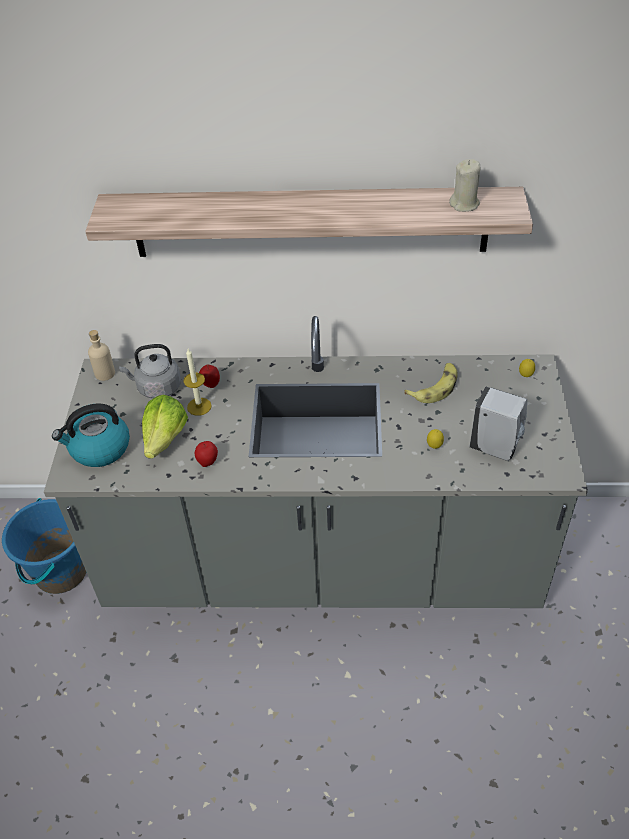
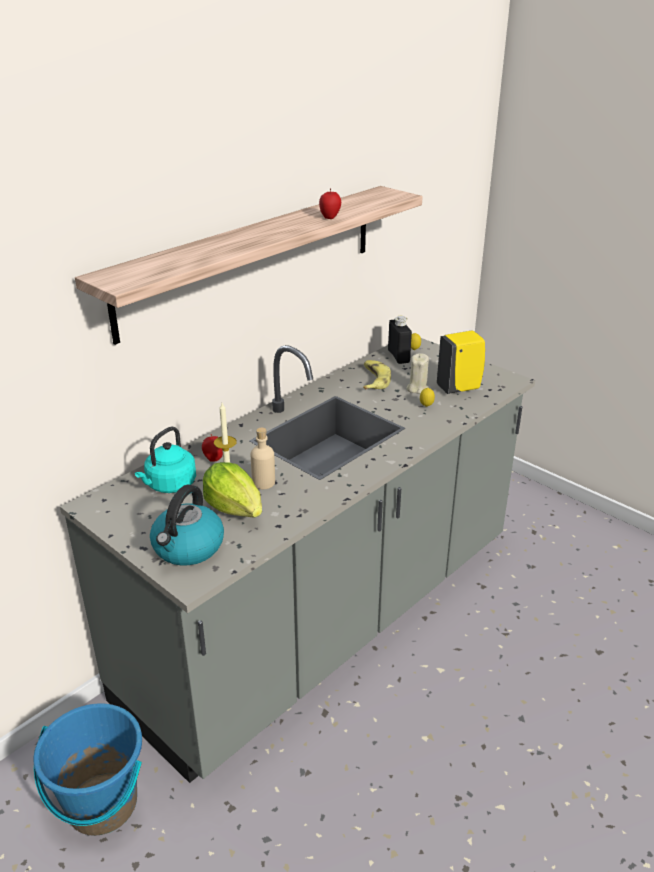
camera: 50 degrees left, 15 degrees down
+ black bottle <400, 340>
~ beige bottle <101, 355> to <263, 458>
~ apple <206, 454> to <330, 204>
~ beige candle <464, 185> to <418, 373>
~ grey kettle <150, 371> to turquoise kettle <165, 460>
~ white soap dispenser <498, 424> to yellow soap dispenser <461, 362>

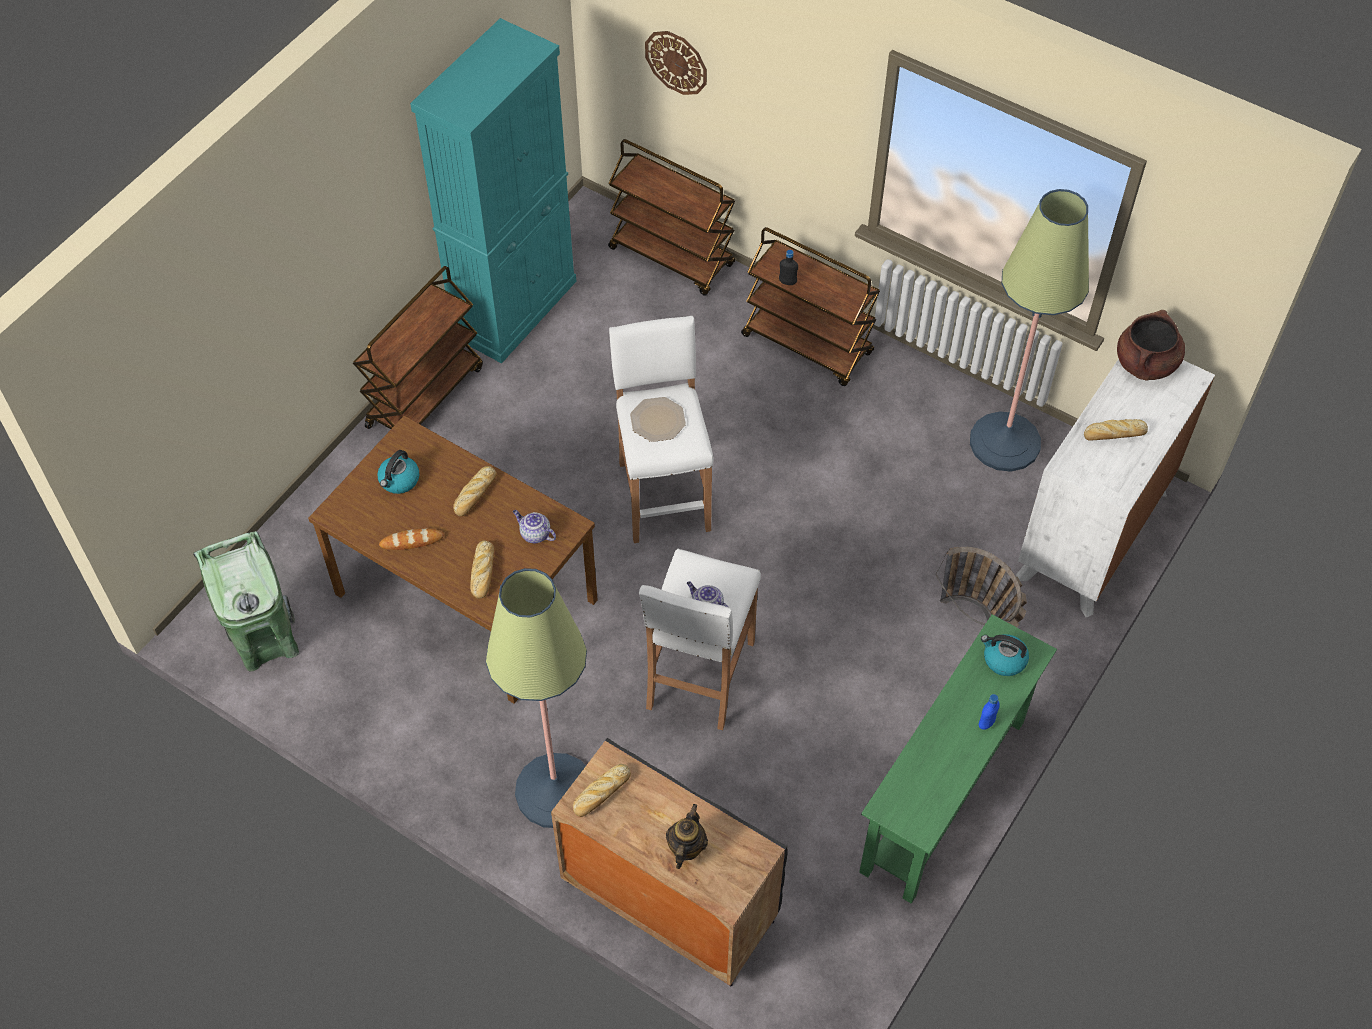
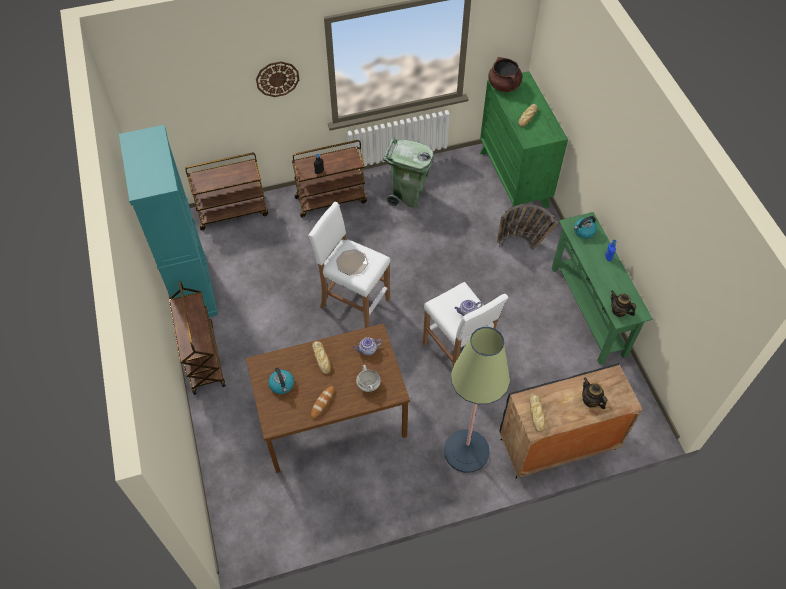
camera: 50 degrees left, 0 degrees up
- floor lamp <1029, 330>
+ teapot <623, 303>
~ green trash can <246, 601> to <408, 172>
~ wall clock <676, 63> to <277, 79>
~ bread <482, 569> to white cooking pot <368, 378>
~ white dresser <1115, 488> to green dresser <524, 139>

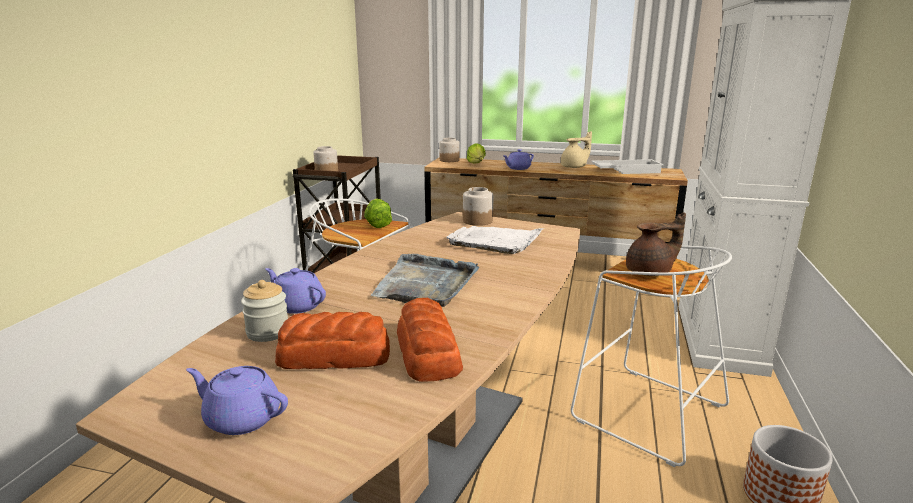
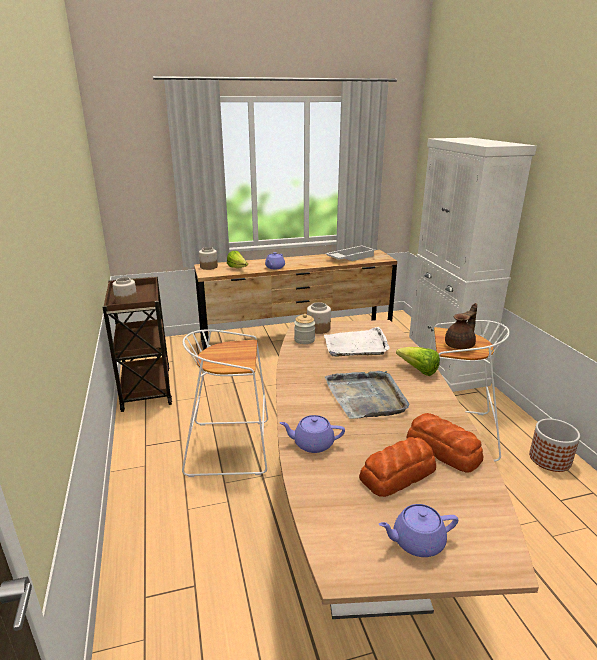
camera: 30 degrees left, 5 degrees up
- beige teapot <576, 149>
~ jar <264, 311> to <304, 329>
~ lettuce <378, 213> to <418, 361>

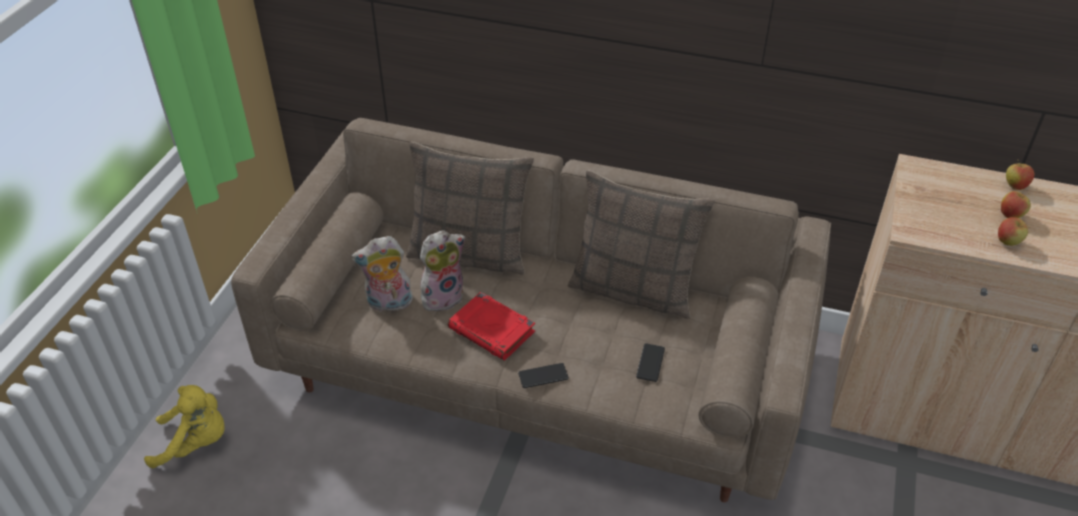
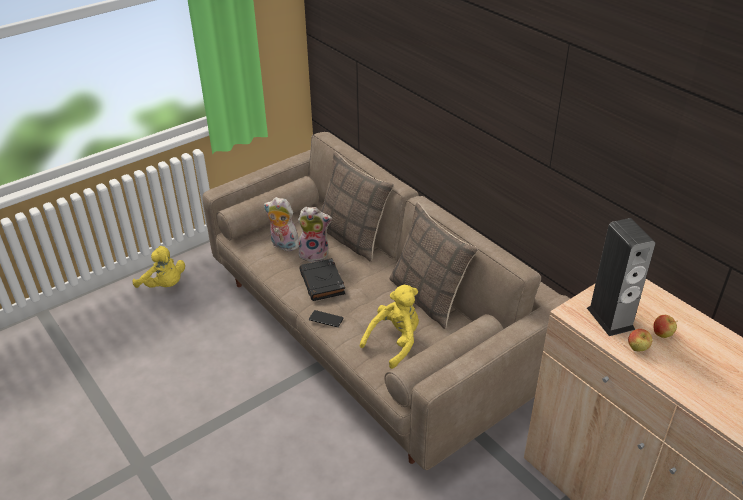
camera: 35 degrees right, 5 degrees down
- apple <1020, 175>
+ speaker <621, 277>
~ phone <650, 362> to yellow plush toy <389, 327>
~ red book <491, 326> to black book <322, 279>

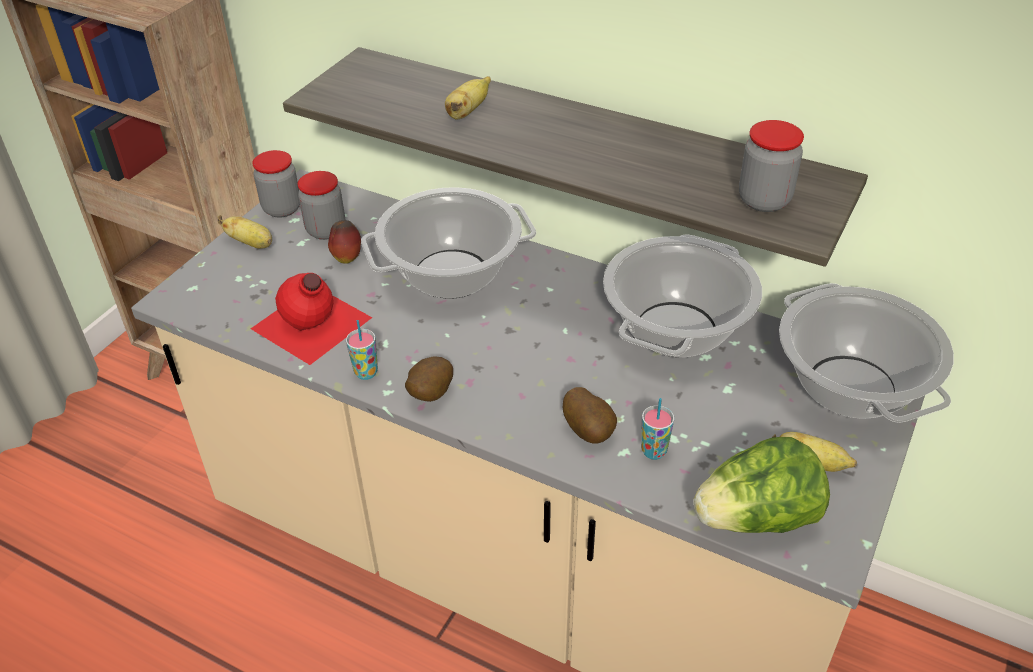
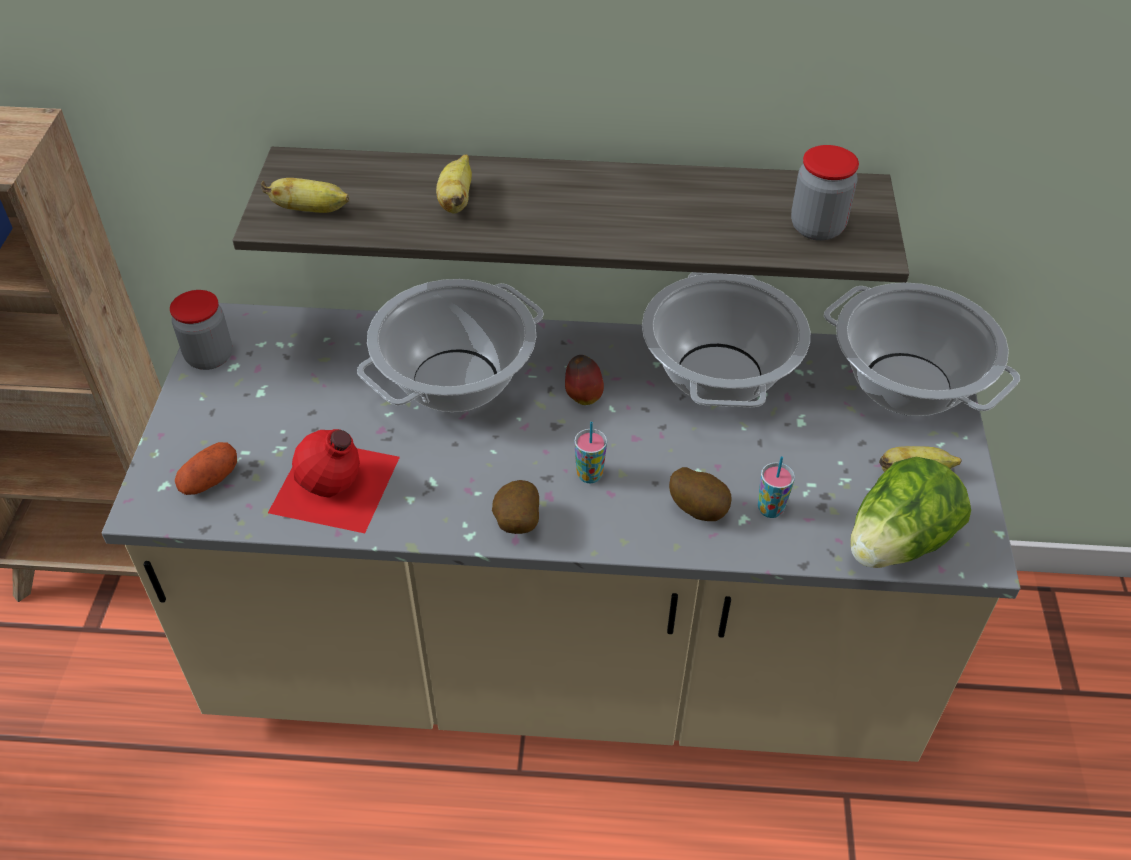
camera: 25 degrees left, 5 degrees up
- jar <321, 205>
+ potato <206, 468>
~ banana <244, 232> to <305, 195>
~ apple <344, 242> to <584, 380>
~ cup <362, 350> to <590, 452>

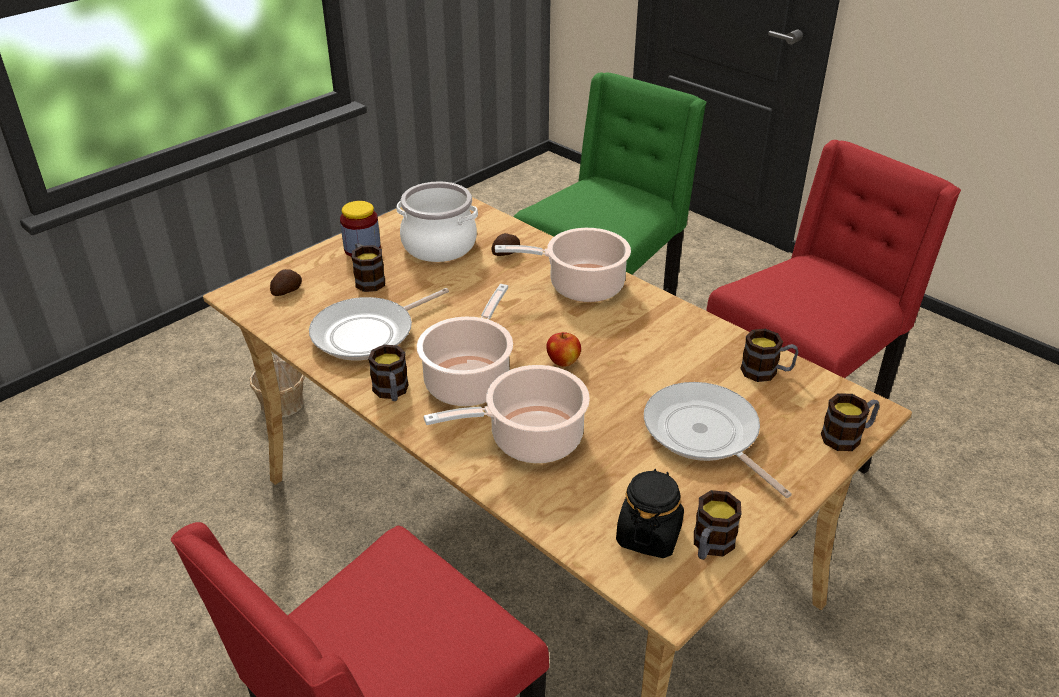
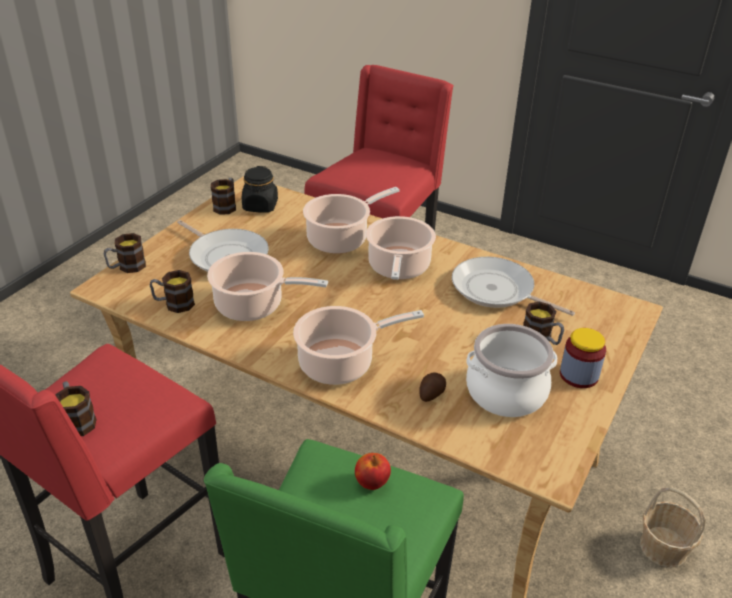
camera: 165 degrees right, 0 degrees up
- potato <286, 282>
+ cooking pot <267, 286>
~ mug <388, 373> to <76, 408>
~ apple <563, 349> to <373, 471>
~ frying pan <379, 324> = <513, 286> 90 degrees counterclockwise

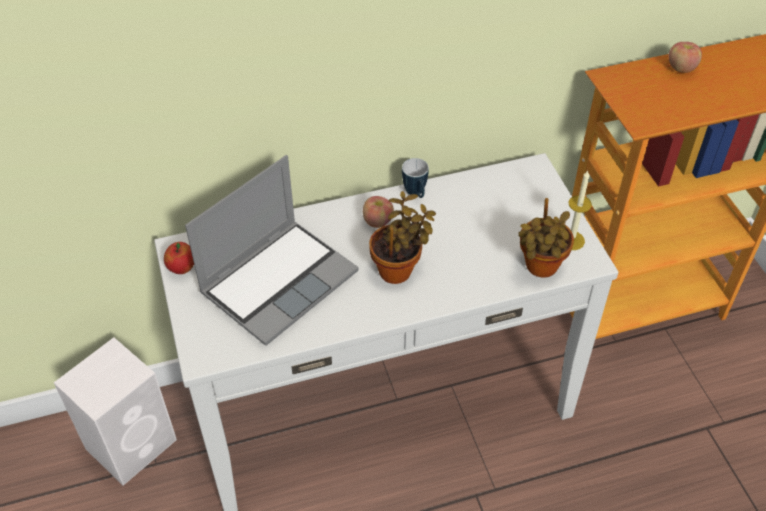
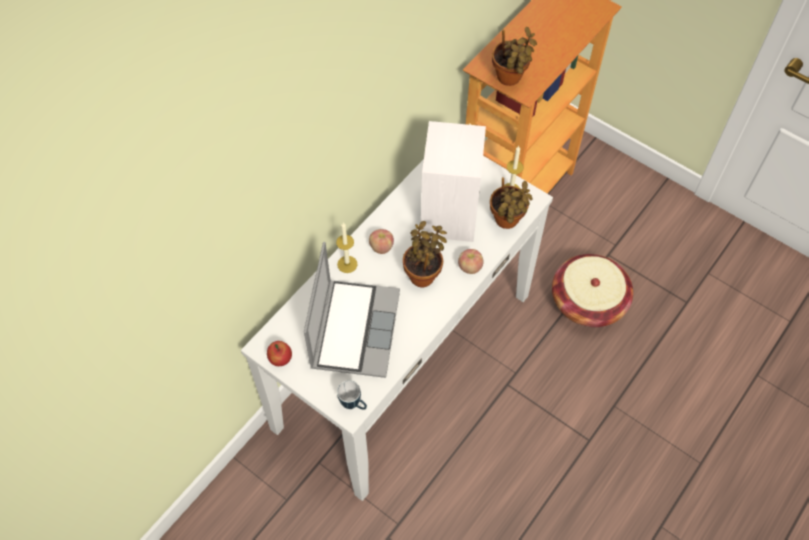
camera: 35 degrees left, 10 degrees up
+ candle <347, 248>
+ potted plant <514, 56>
+ basket <592, 290>
~ white speaker <115, 411> to <453, 181>
~ mug <415, 178> to <352, 395>
~ apple <685, 57> to <470, 261>

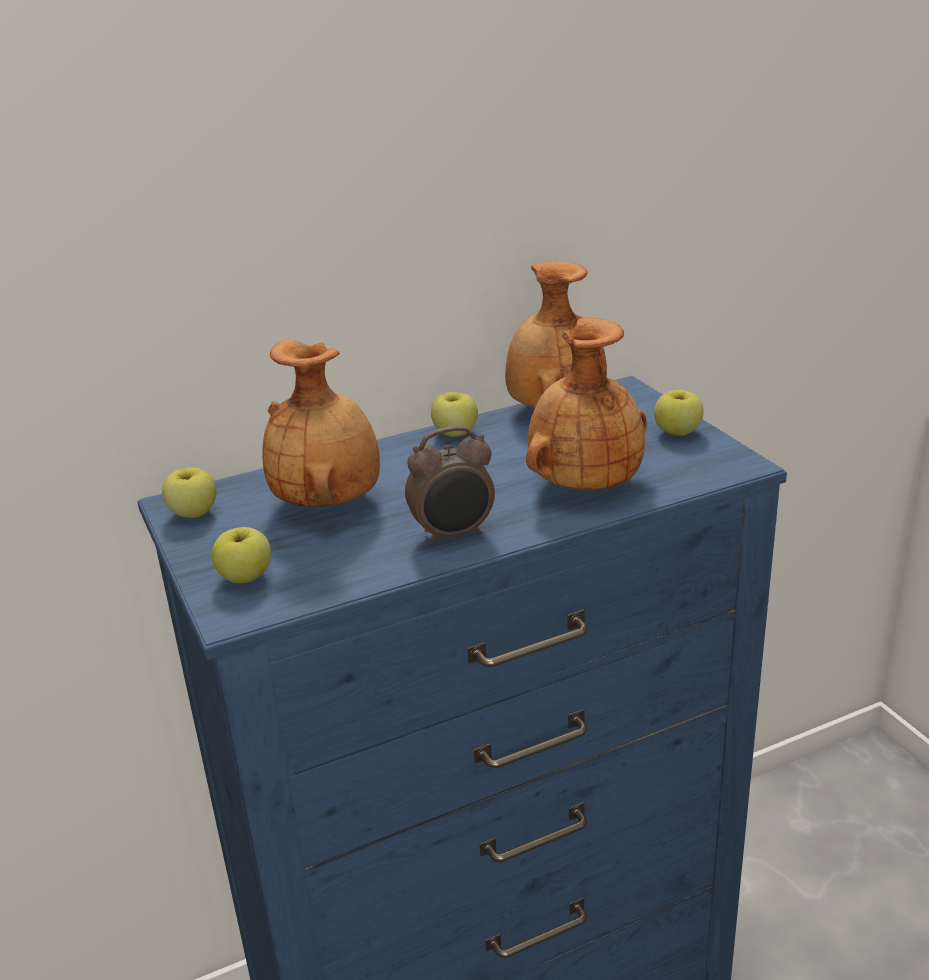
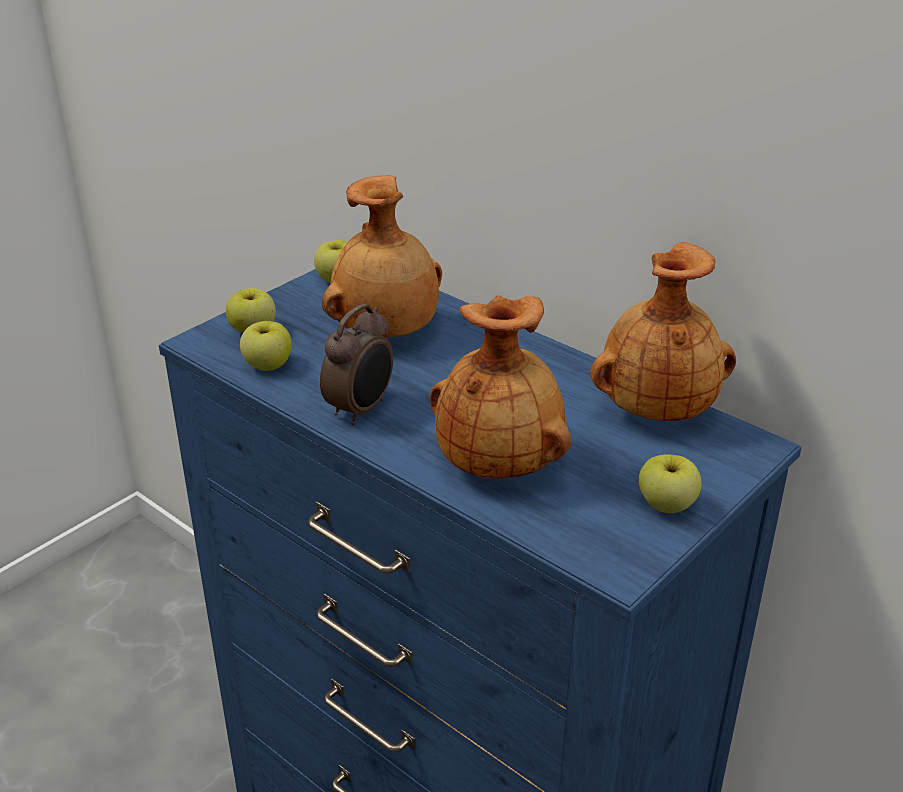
camera: 65 degrees right, 5 degrees up
~ apple <454, 414> to <266, 346>
~ alarm clock <450, 485> = <356, 364> 105 degrees counterclockwise

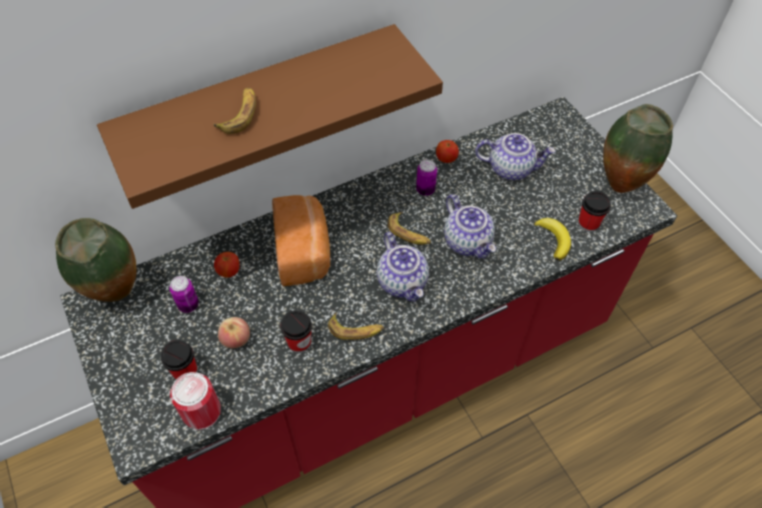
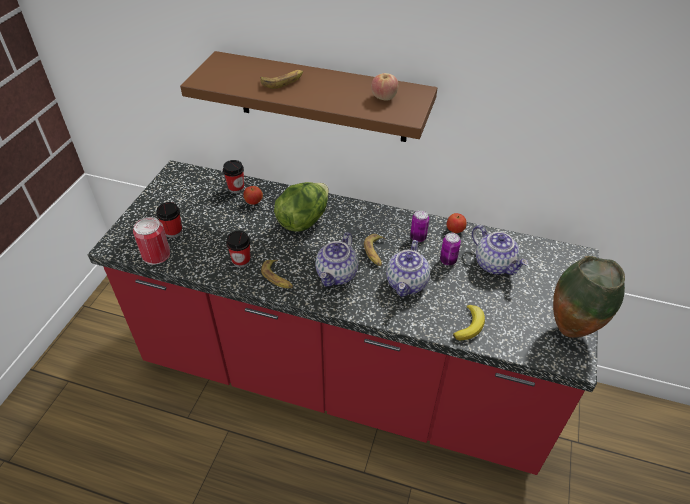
camera: 45 degrees right, 10 degrees down
- vase <96, 260>
~ can <184, 294> to <450, 249>
~ apple <234, 332> to <384, 87>
~ cup <594, 211> to <233, 177>
~ bread <301, 240> to lettuce <301, 207>

